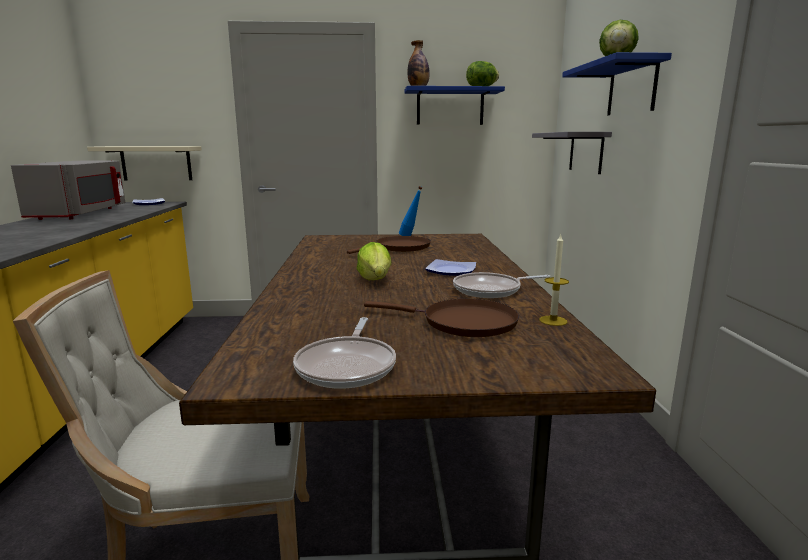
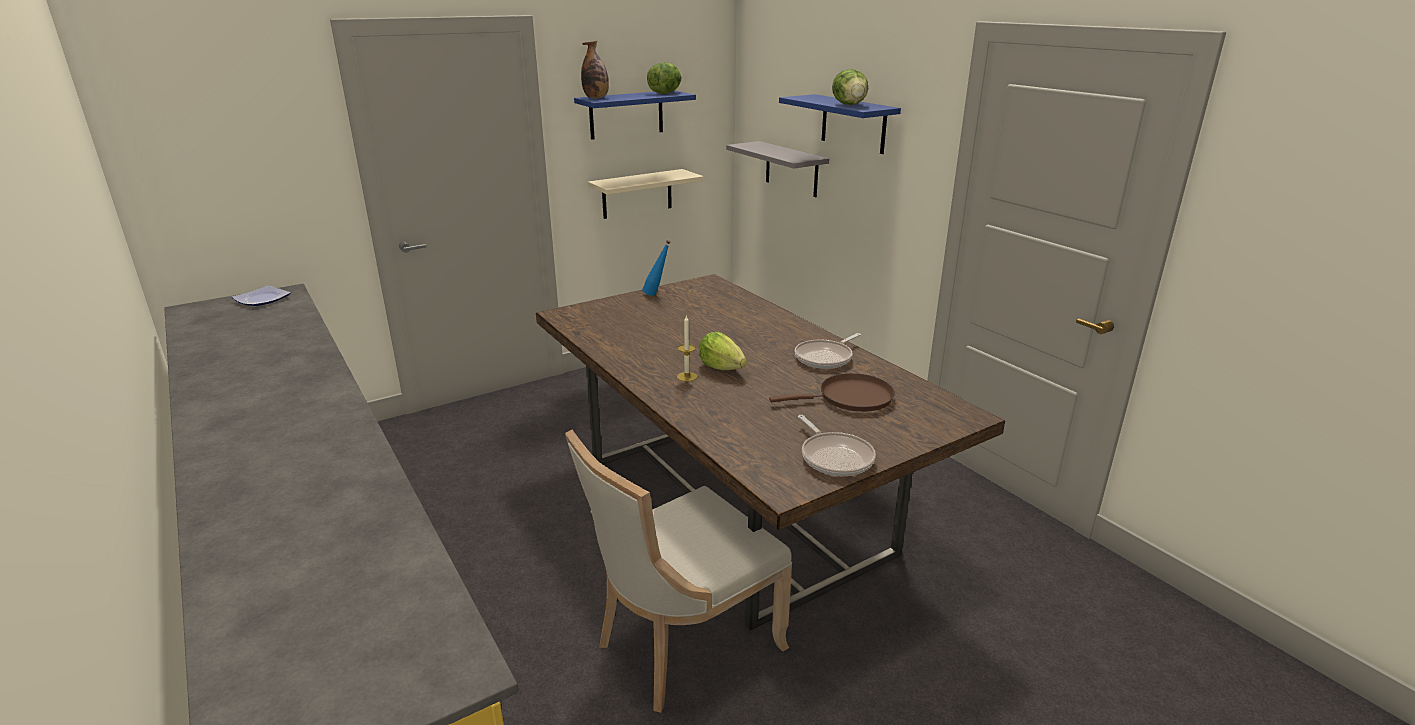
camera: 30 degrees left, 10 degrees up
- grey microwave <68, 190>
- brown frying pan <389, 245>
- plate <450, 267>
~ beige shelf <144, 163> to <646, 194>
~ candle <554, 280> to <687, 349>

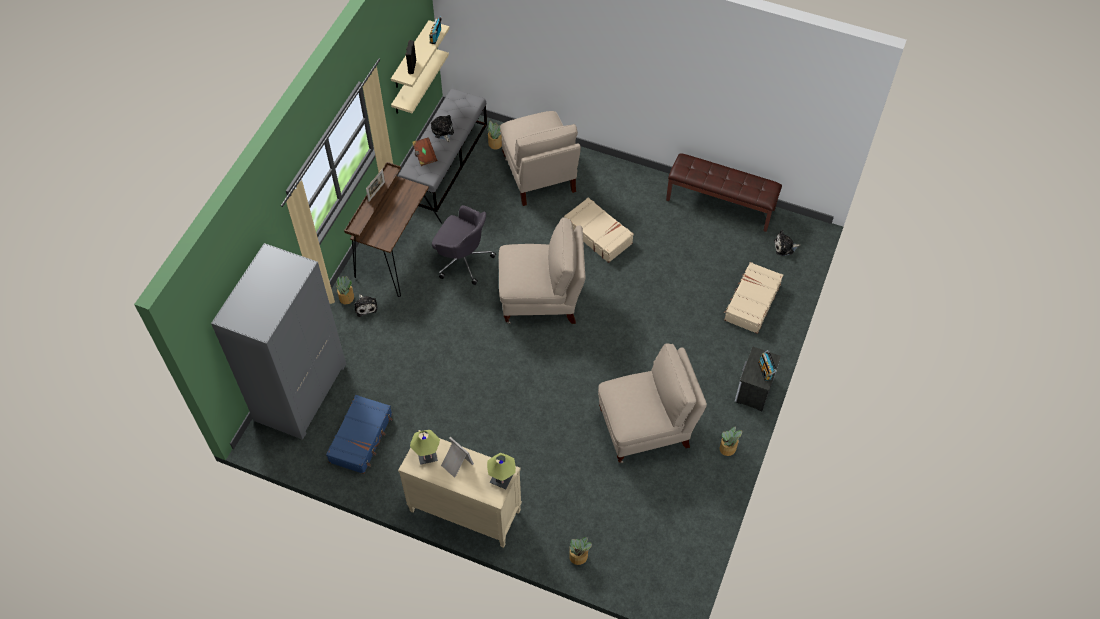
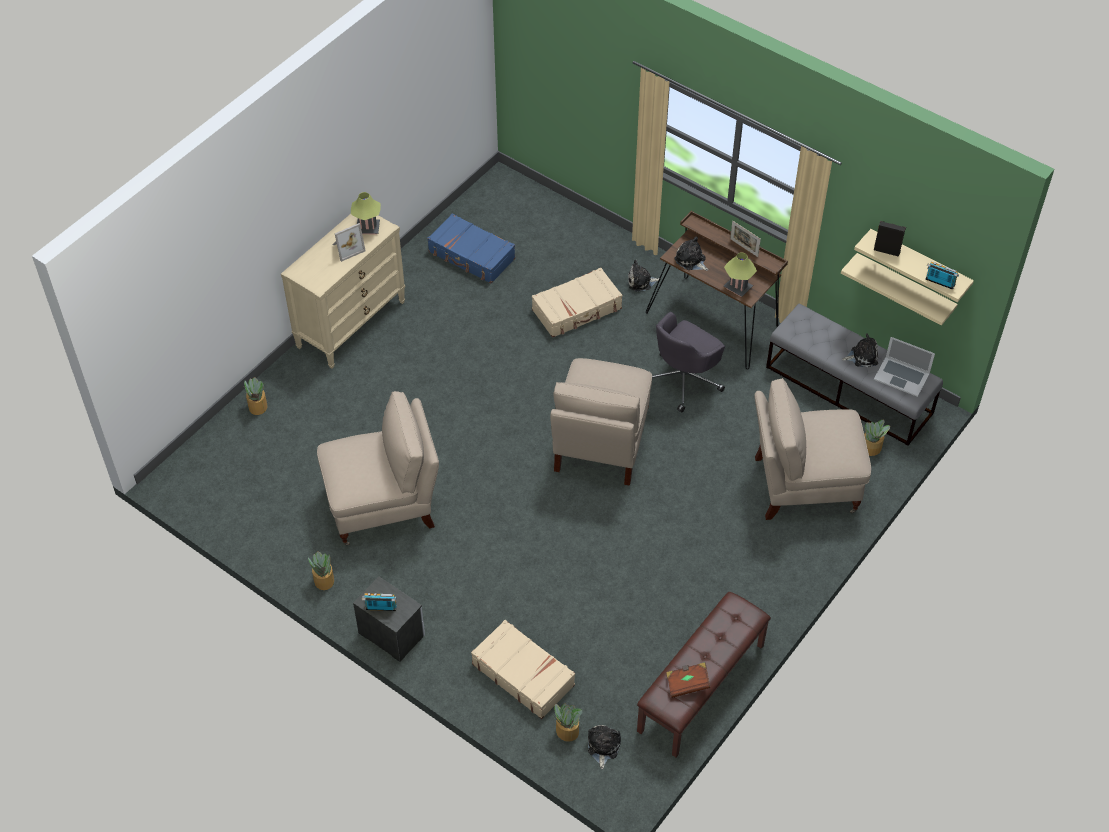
camera: 105 degrees right, 5 degrees down
- grey wardrobe <278, 341>
+ plush toy <691, 253>
+ laptop <904, 367>
~ potted plant <345, 290> to <567, 723>
~ brown book <424, 151> to <688, 680>
~ table lamp <501, 471> to <740, 274>
~ beige suitcase <599, 230> to <577, 303>
~ beige chair <652, 403> = <378, 468> 105 degrees counterclockwise

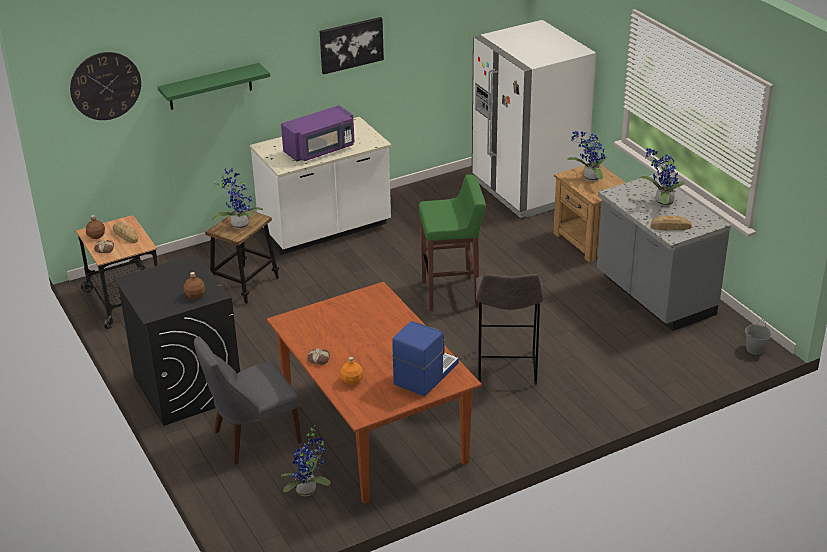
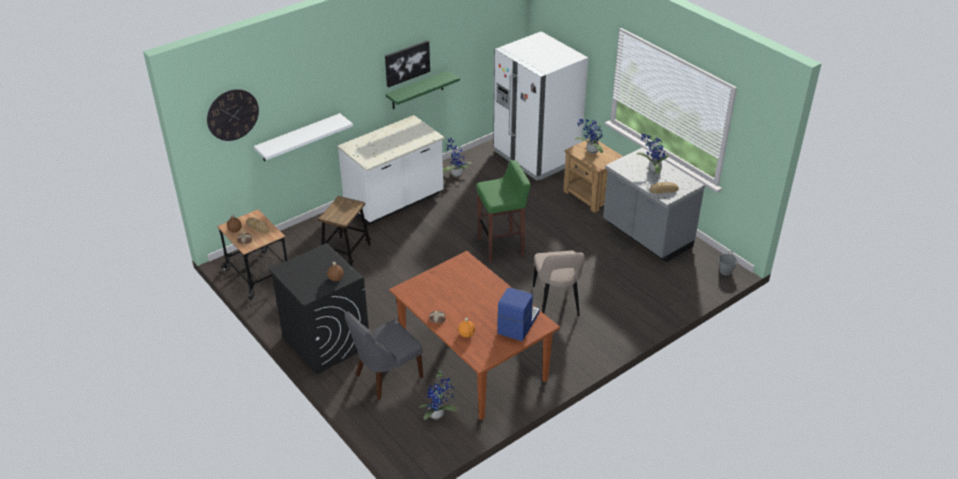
camera: 10 degrees left, 5 degrees up
- purple microwave <318, 133>
+ white shelf <303, 137>
~ green shelf <214, 86> to <423, 90>
~ potted plant <237, 198> to <457, 157>
~ grey stool <510, 329> to beige chair <559, 283>

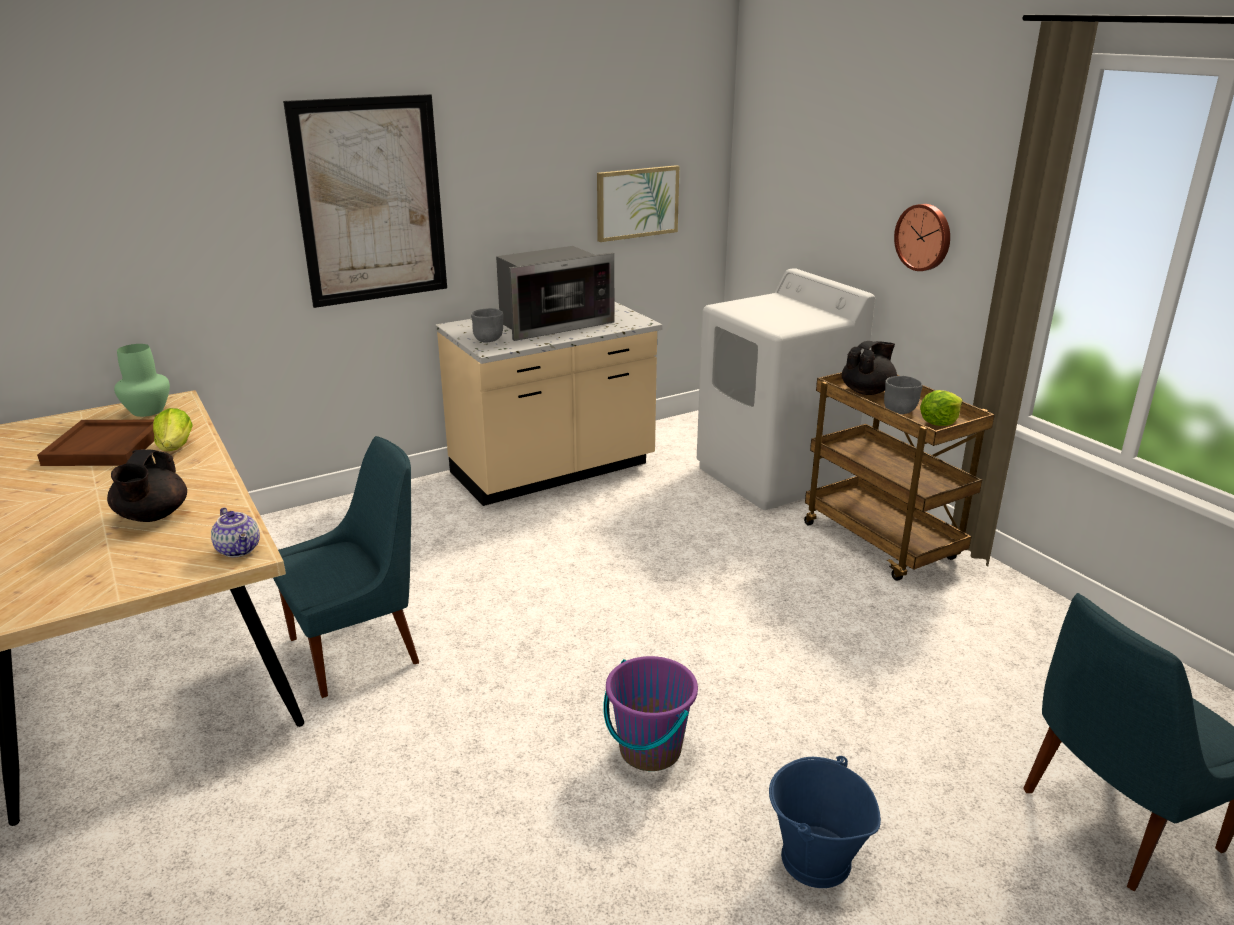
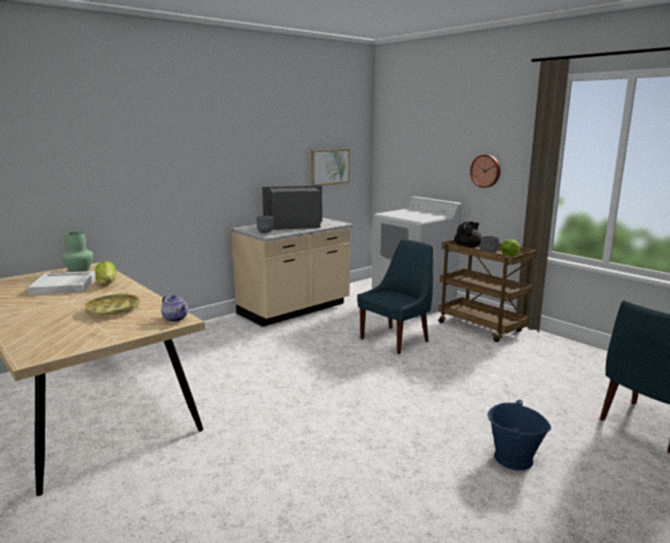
camera: 10 degrees left, 10 degrees down
- picture <365, 201>
- purple bucket <650, 713>
~ blue chair <346, 567> to <395, 297>
~ black teapot <147, 485> to yellow tray <112, 304>
~ brown tray <95, 443> to white tray <61, 283>
~ microwave <555, 293> = <292, 207> 150 degrees counterclockwise

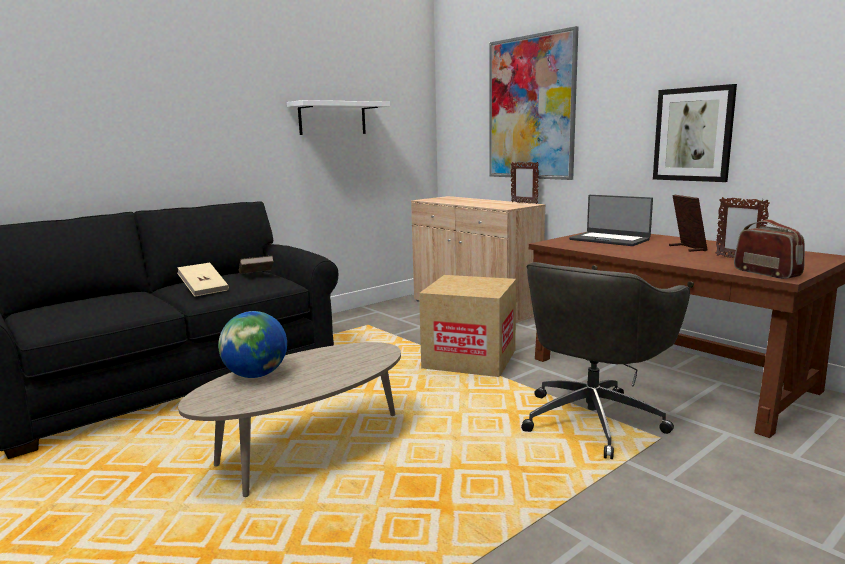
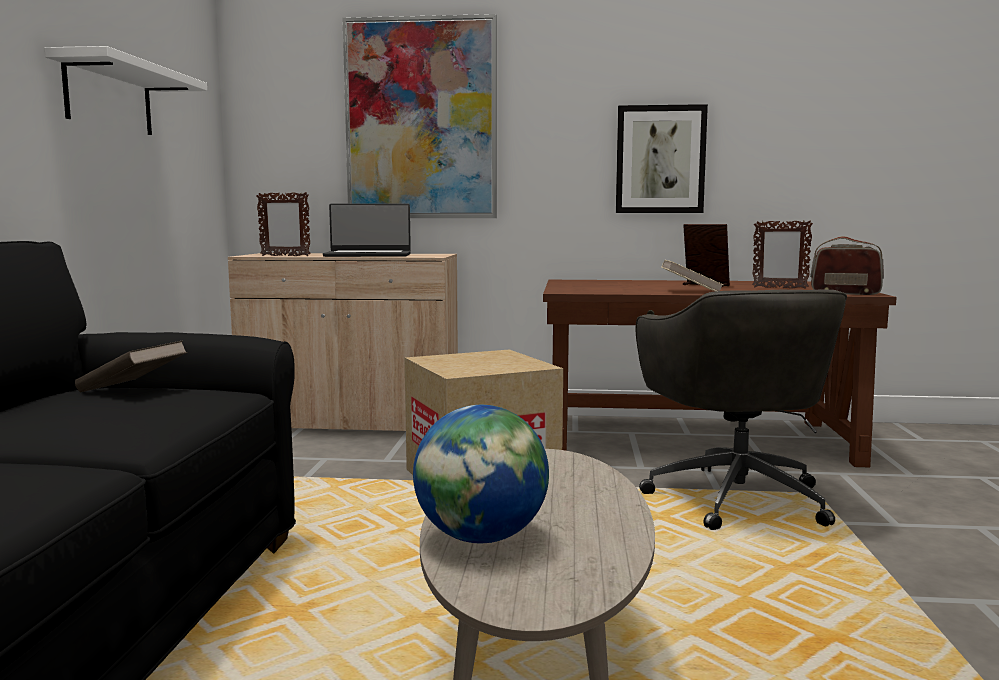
camera: 45 degrees left, 5 degrees down
~ beige book <203, 280> to <692, 275>
~ picture frame <525, 183> to <283, 224>
~ laptop <611, 220> to <367, 230>

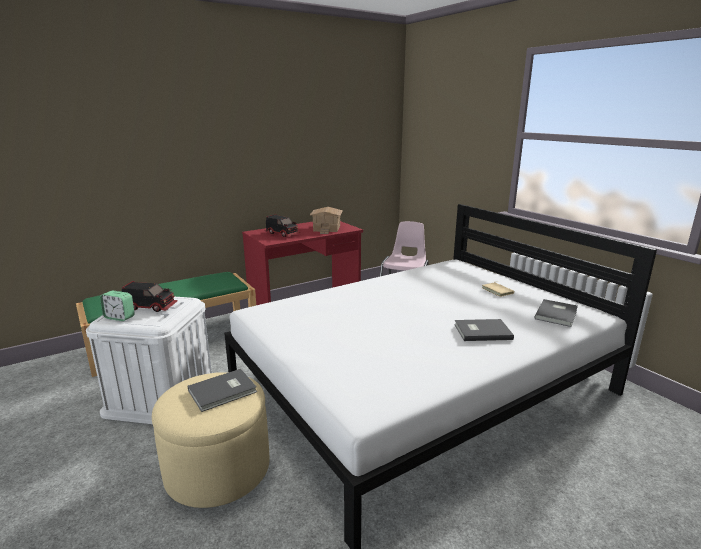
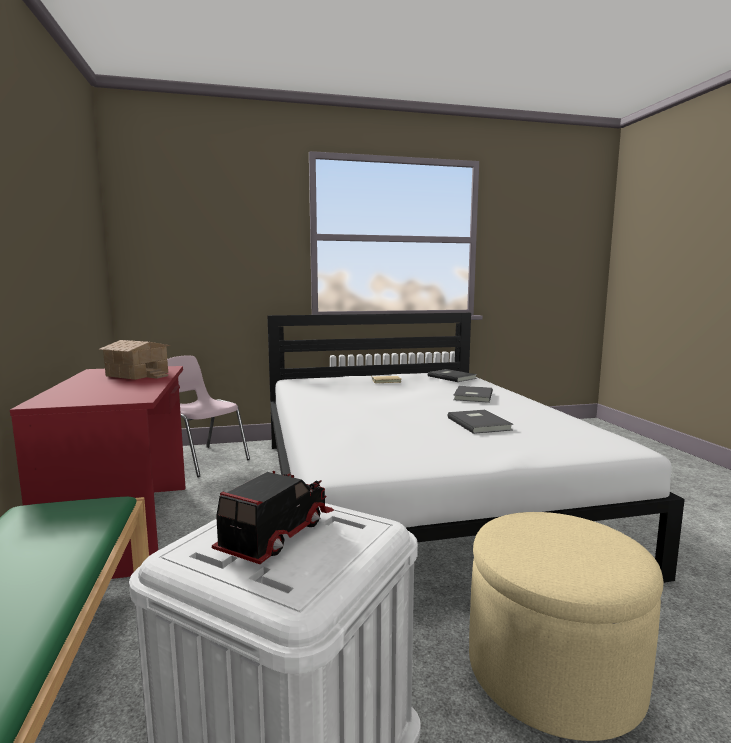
camera: 70 degrees left, 10 degrees down
- alarm clock <117, 305>
- toy truck <282, 225>
~ grey book <222, 390> to <480, 422>

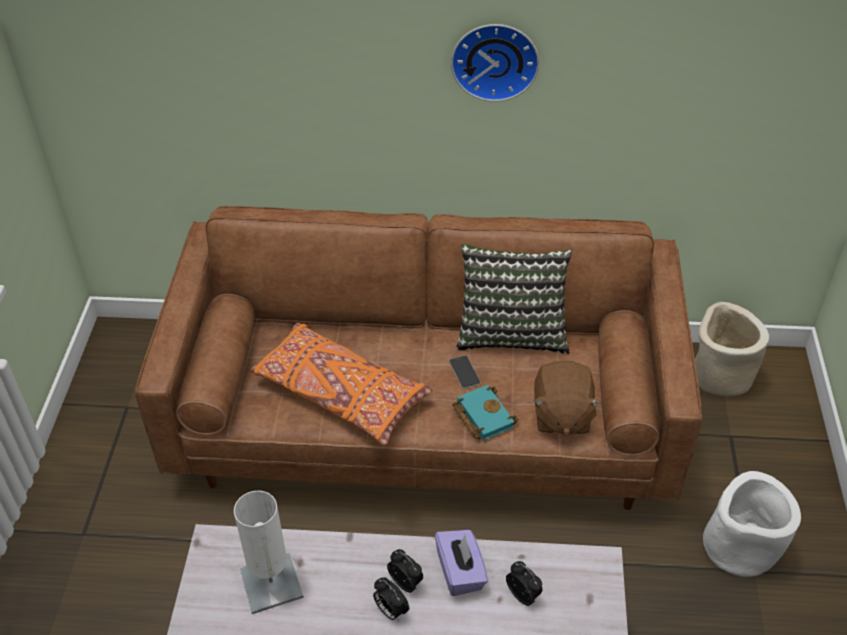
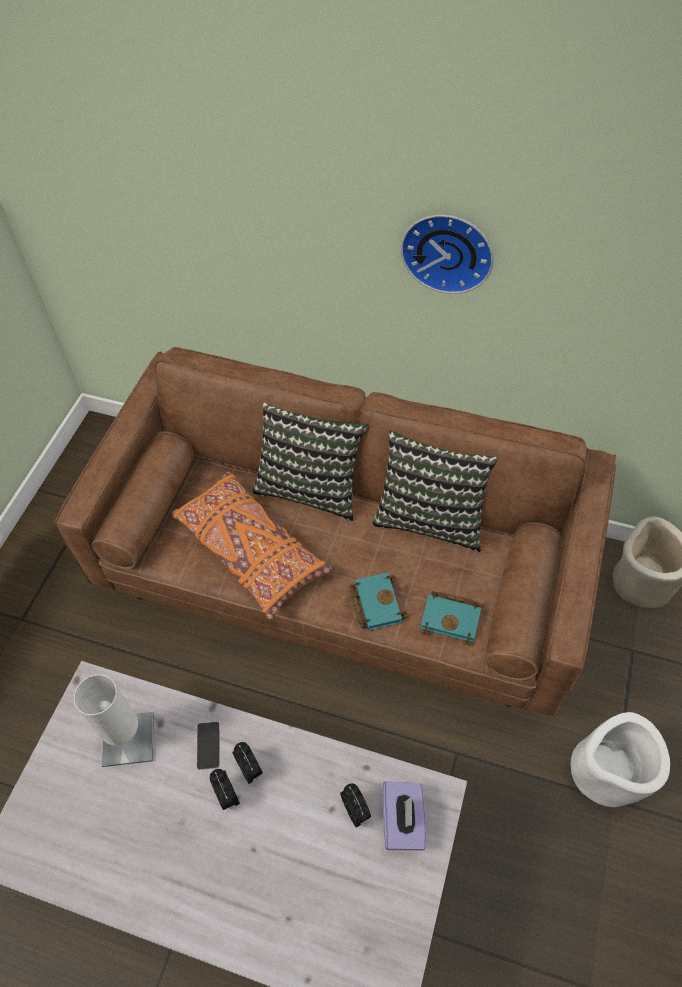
camera: 15 degrees right, 10 degrees up
+ pillow <310, 462>
~ purple tissue box <461, 563> to <404, 815>
~ phone <465, 372> to <208, 746>
~ brown plush toy <567, 398> to turquoise book <450, 618>

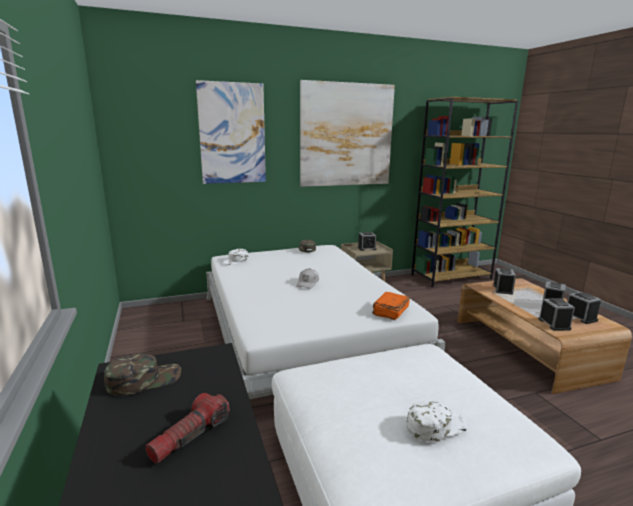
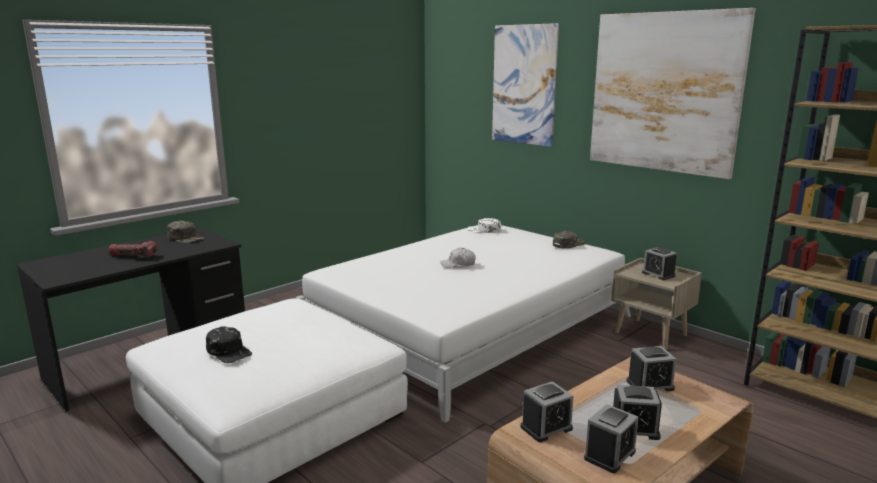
camera: 65 degrees right, 0 degrees up
- orange book <391, 306>
~ white cap <437, 421> to black cap <229, 344>

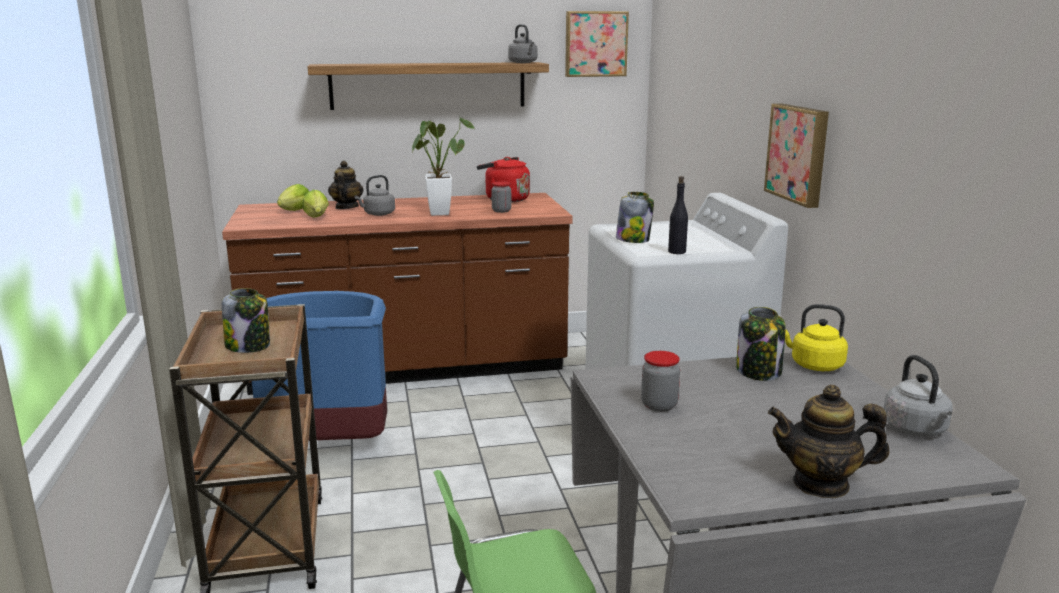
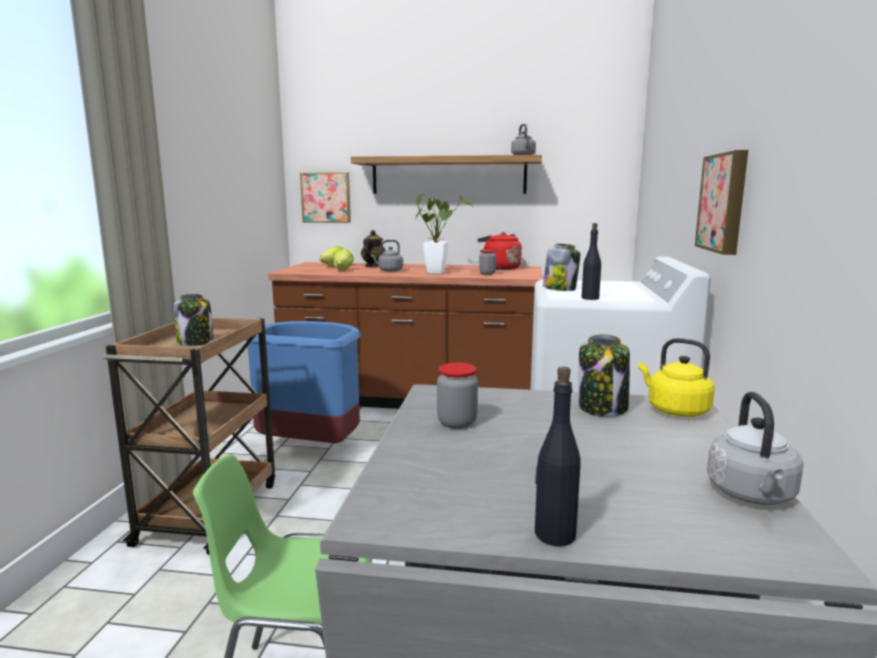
camera: 20 degrees right, 5 degrees down
~ picture <597, 44> to <325, 197>
~ teapot <828, 441> to black bottle <558, 456>

